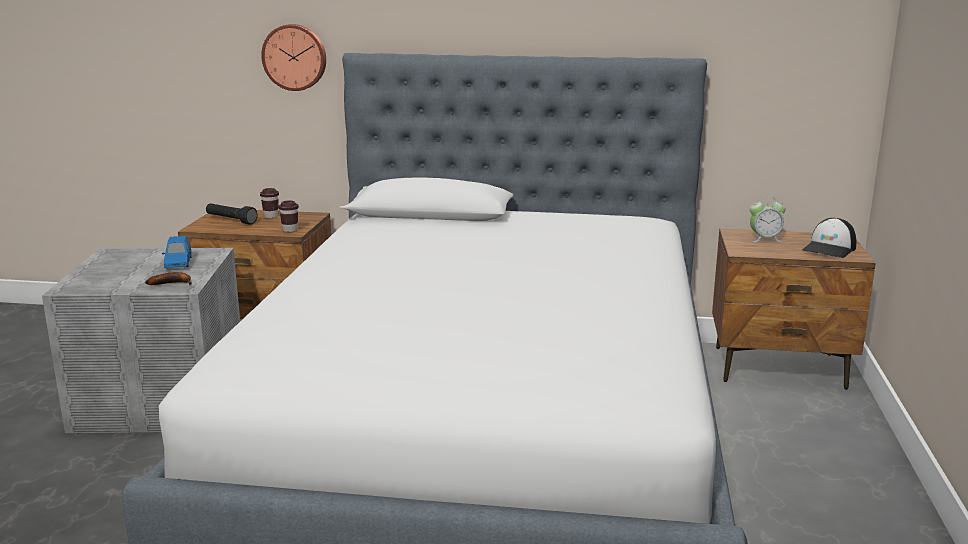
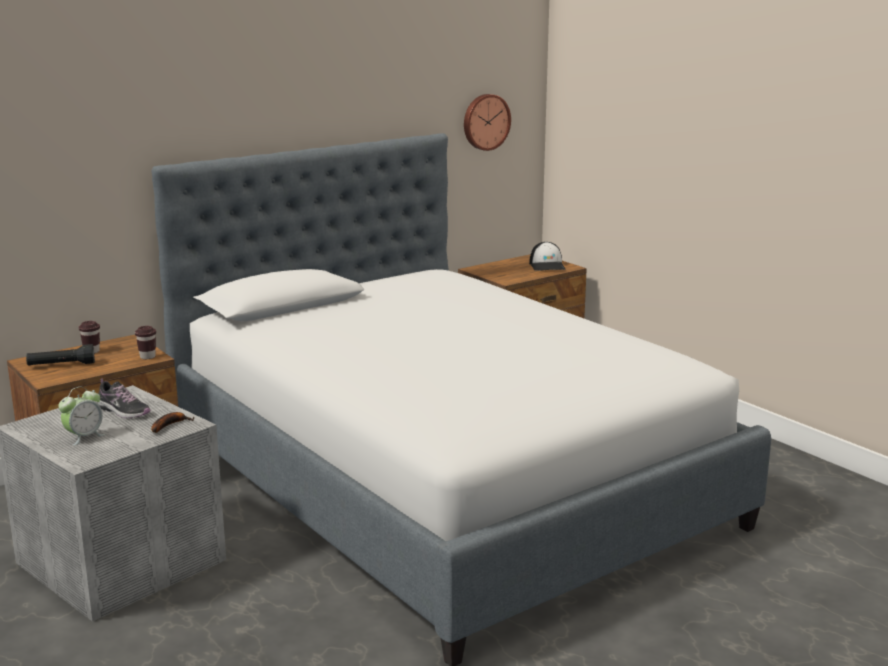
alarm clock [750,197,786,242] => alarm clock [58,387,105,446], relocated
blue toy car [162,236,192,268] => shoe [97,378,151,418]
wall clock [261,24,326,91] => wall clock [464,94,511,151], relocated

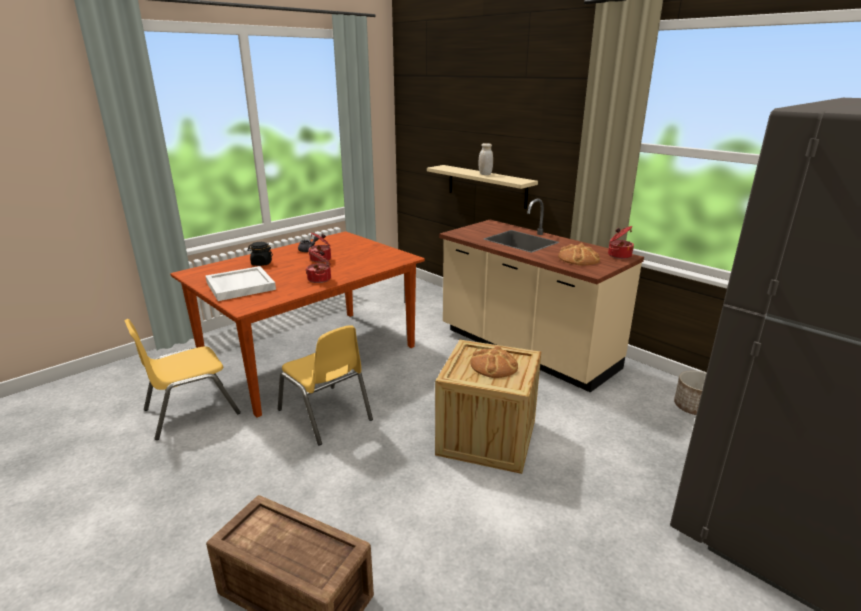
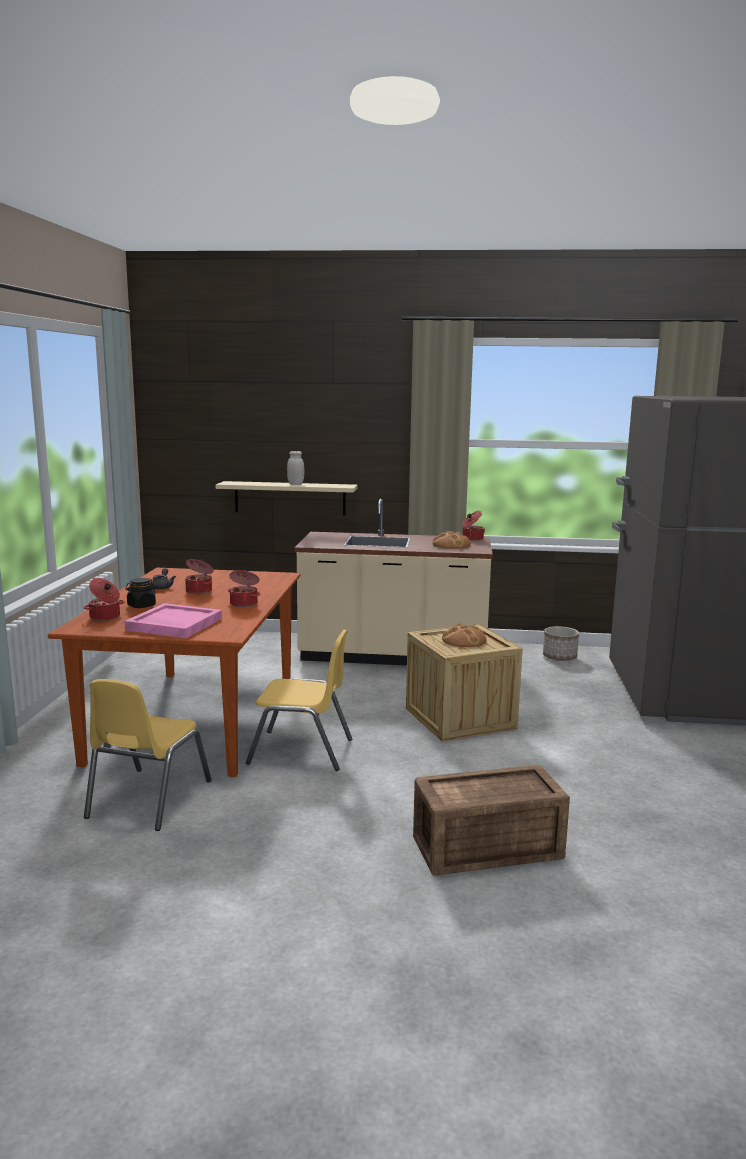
nothing => cooking pot [83,578,125,621]
white tray [206,266,276,301] => pink tray [124,603,222,638]

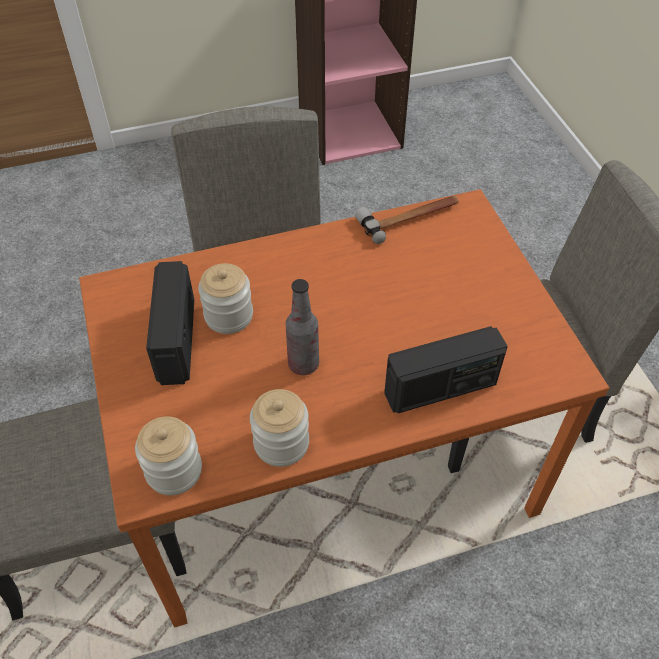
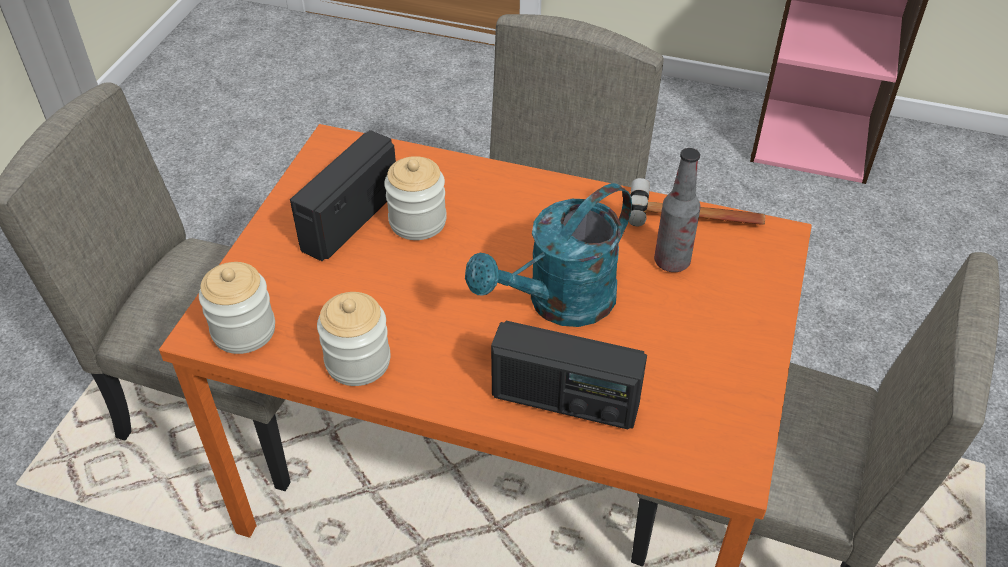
nothing => turquoise watering can [465,183,632,327]
bottle [286,279,319,375] => bottle [654,148,701,272], relocated

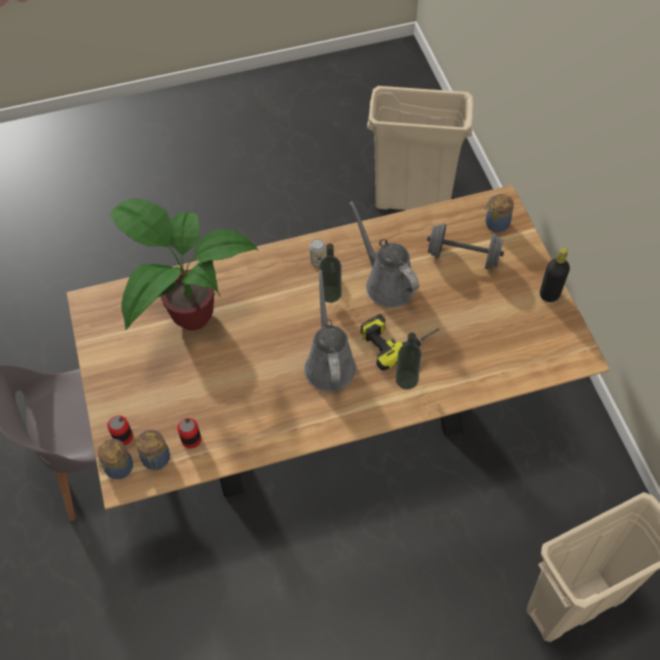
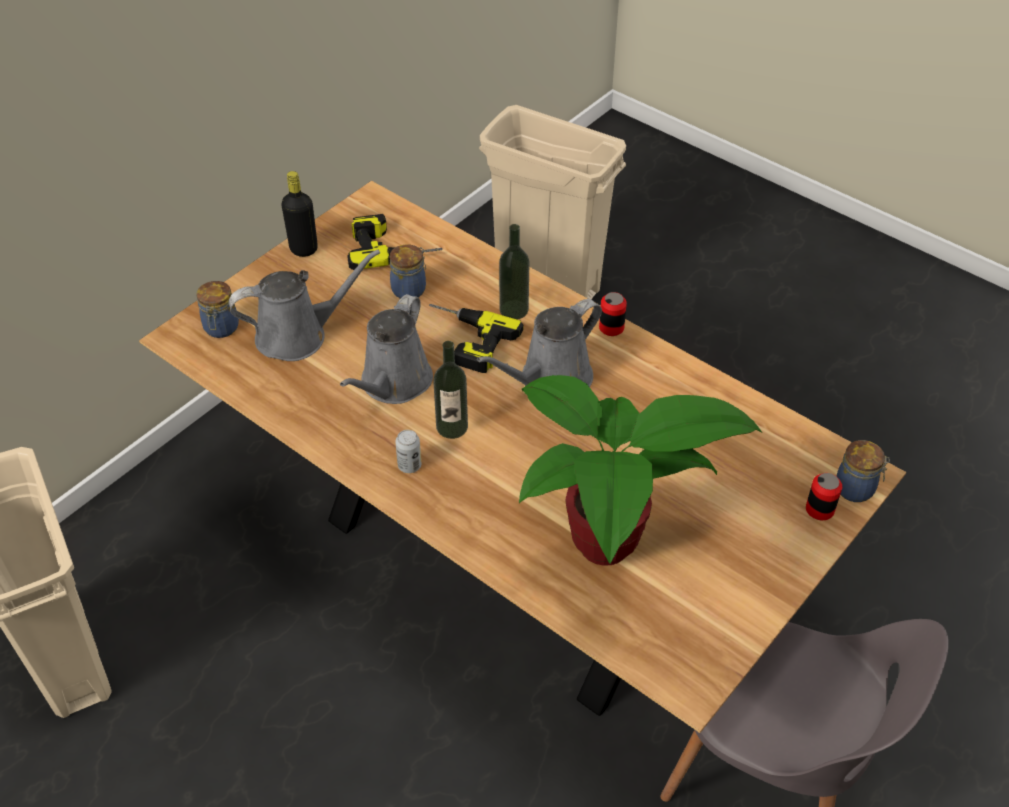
grey dumbbell [427,223,504,269] => grey watering can [229,250,380,361]
nothing => power drill [347,214,443,270]
jar [136,430,170,470] => jar [390,244,426,298], relocated
can [177,418,201,448] => can [599,292,627,336], relocated

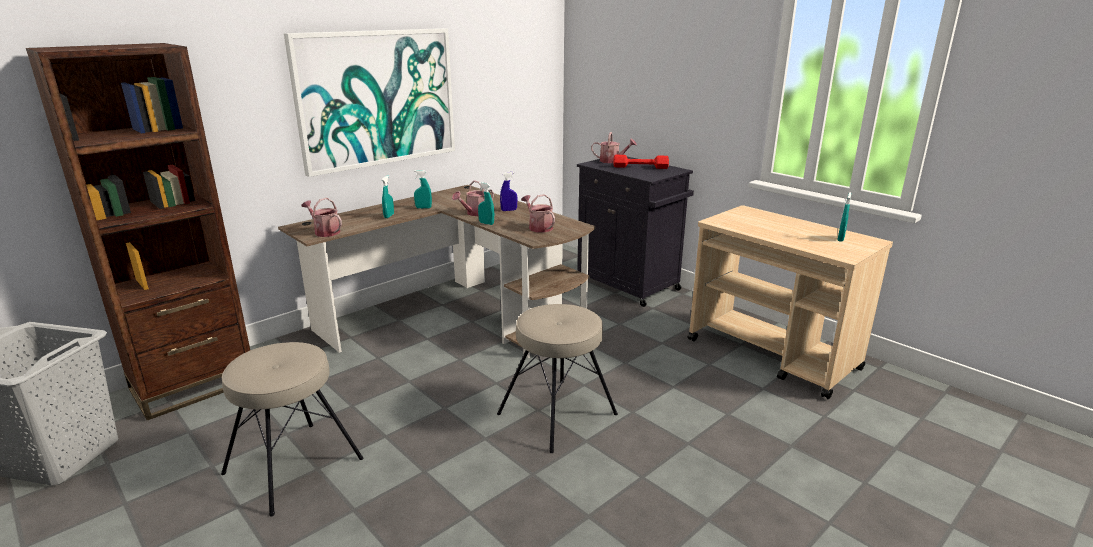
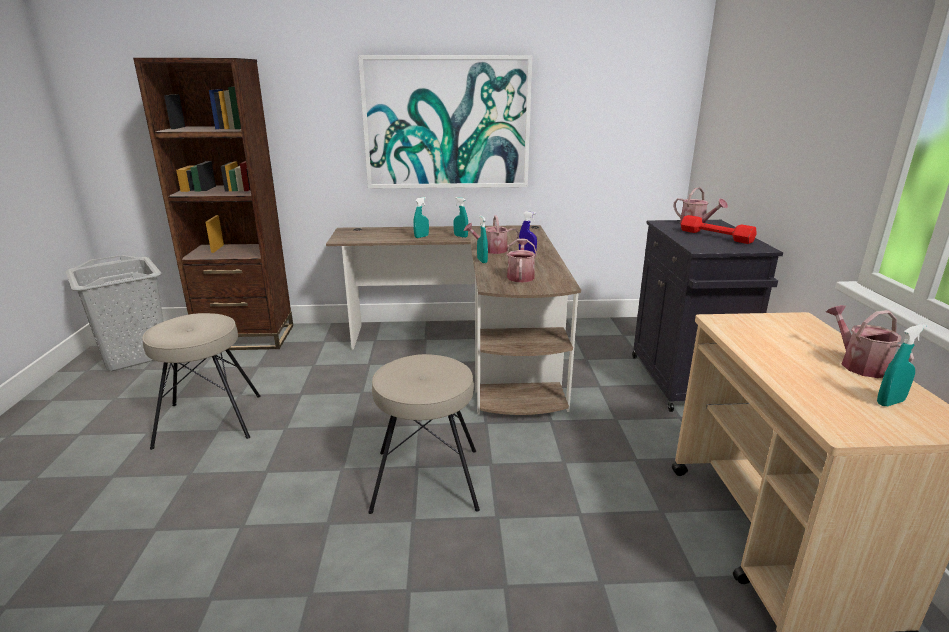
watering can [302,198,342,237] => watering can [826,305,914,378], relocated

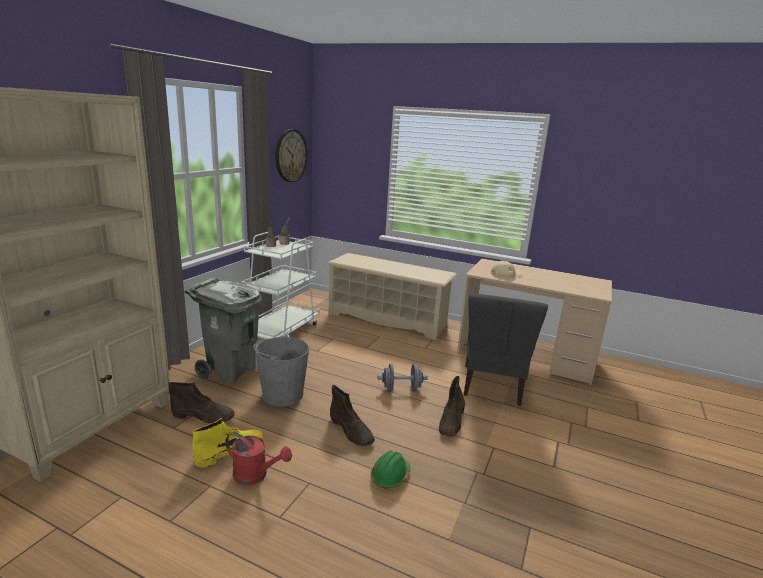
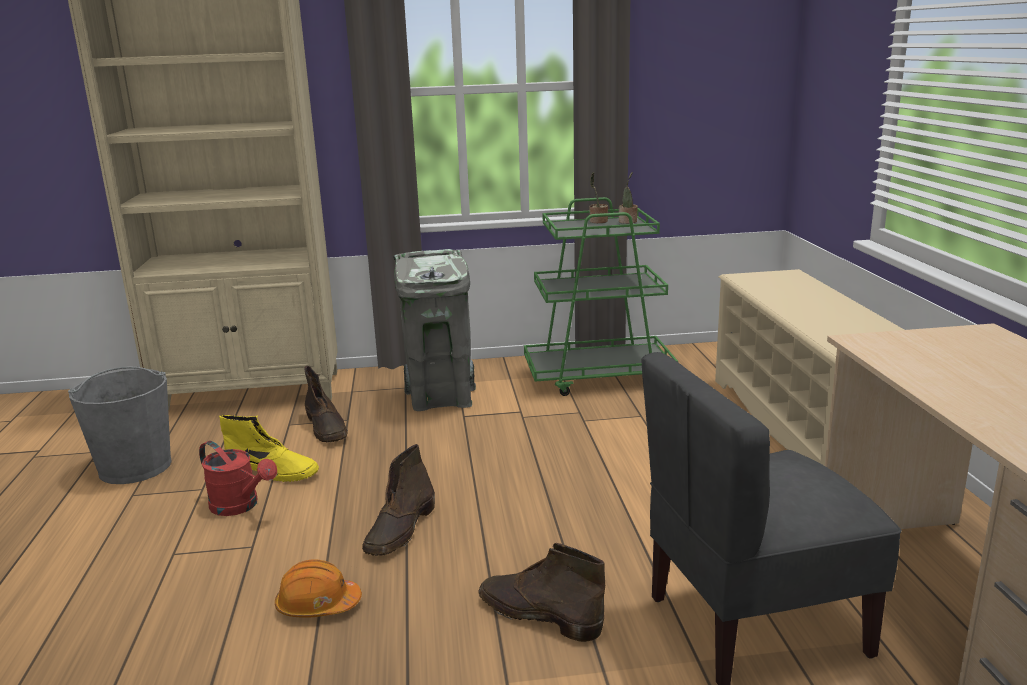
grey bucket [253,334,309,407] => grey bucket [68,366,172,484], relocated
red watering can [225,432,292,485] => red watering can [199,441,277,516], 45 degrees counterclockwise
green hard hat [370,451,410,489] => orange hard hat [275,559,362,618]
brown boot [439,376,465,437] => brown boot [478,543,605,642], 45 degrees clockwise
white cart [241,232,320,339] => green cart [524,197,678,396]
wall clock [275,129,308,182] => nothing
grey dumbbell [378,364,428,391] => nothing
beige cap [491,261,524,278] => nothing

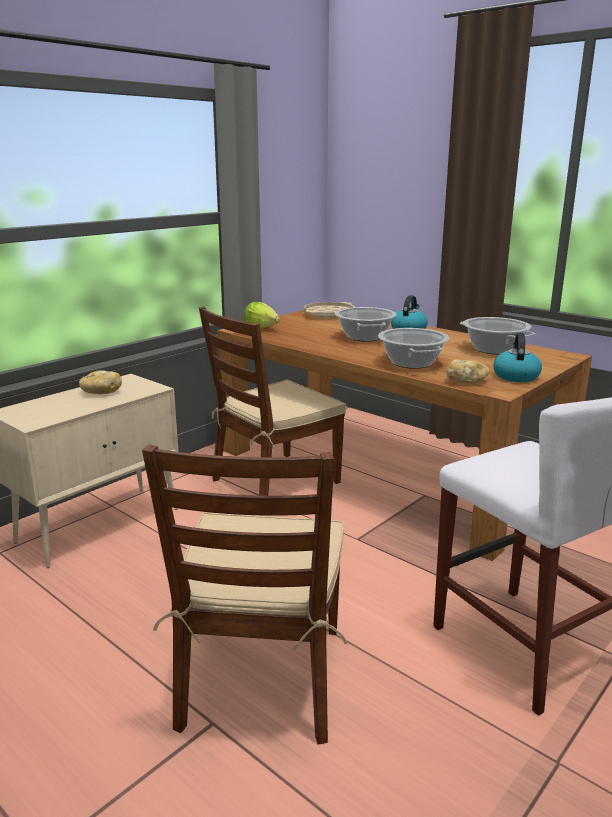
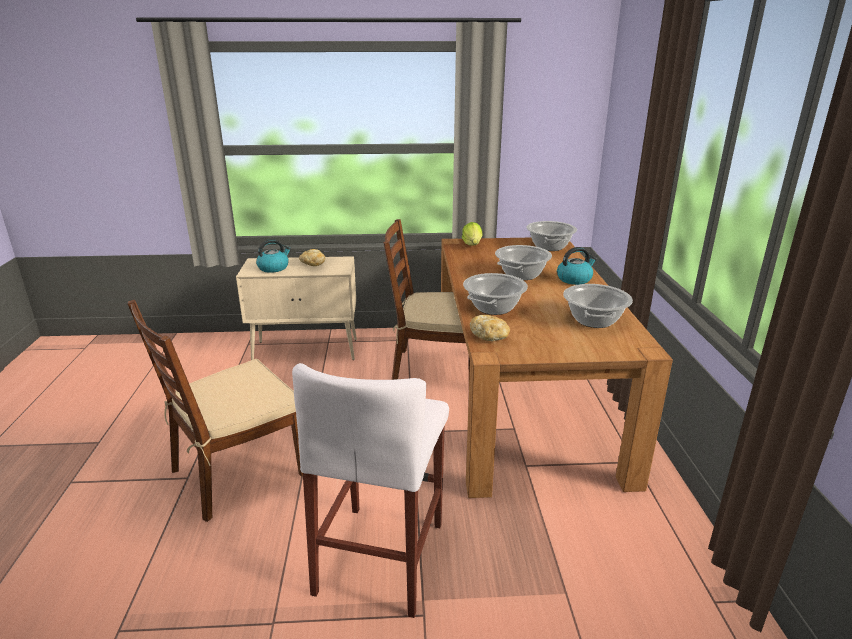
kettle [493,333,542,382] => kettle [256,239,291,273], relocated
beige tray [304,302,355,319] => cooking pot [526,221,577,251]

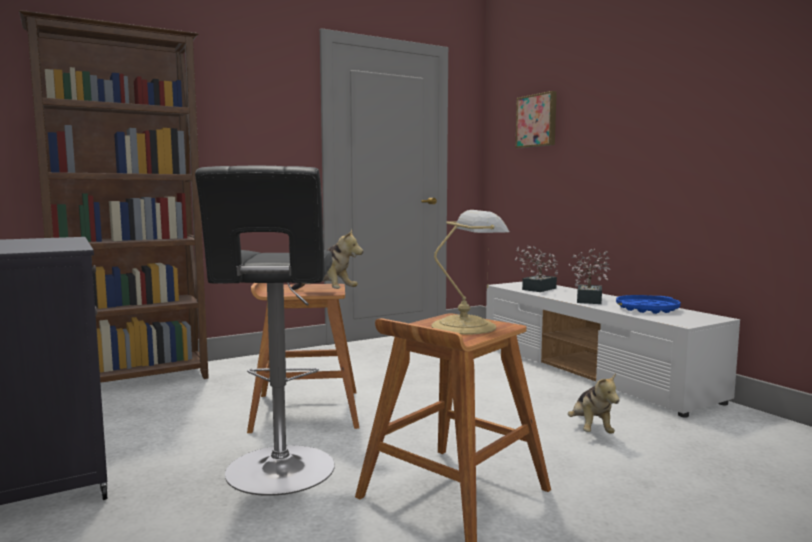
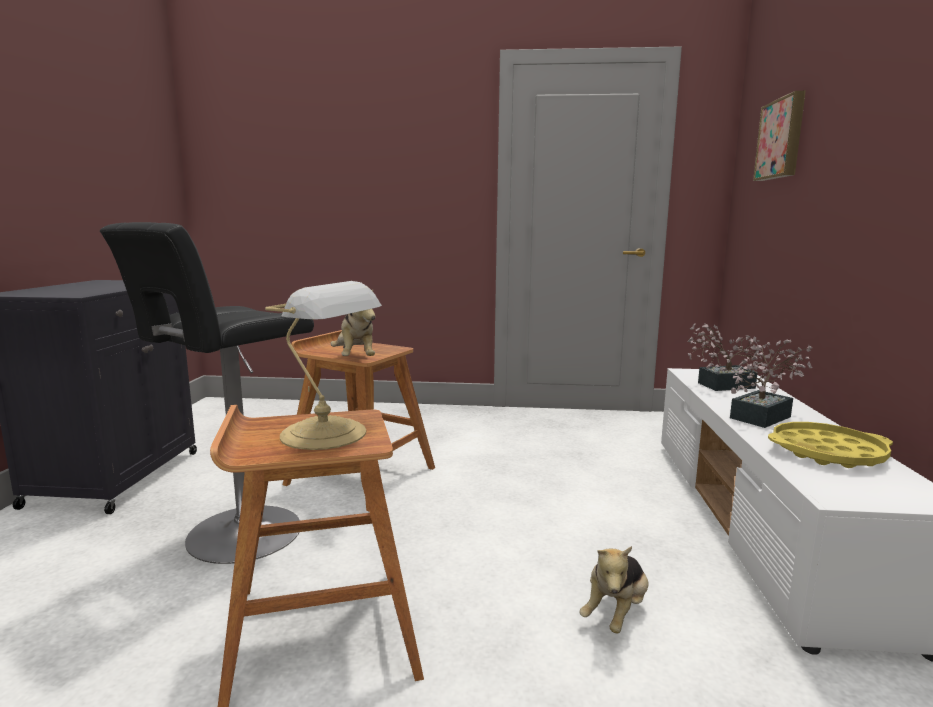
blue tray [616,295,681,314] => yellow tray [768,422,893,468]
brown bookcase [19,10,209,383] => nothing

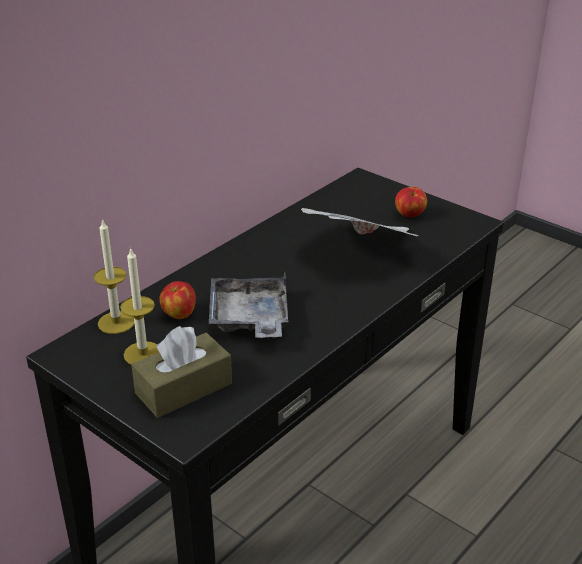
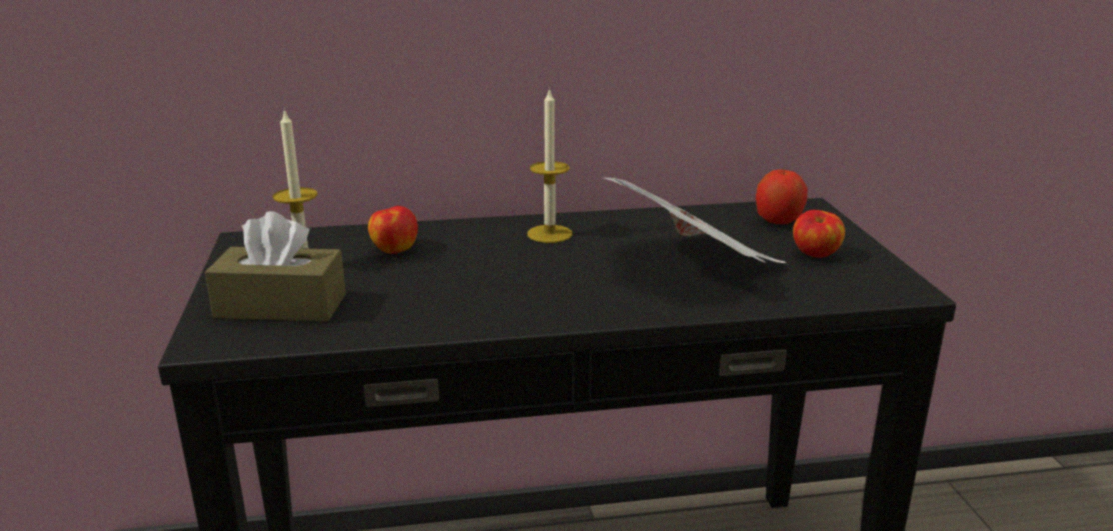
candle [94,219,134,334] => candle [528,87,572,243], relocated
nothing => apple [756,169,808,224]
grey tray [209,273,288,338] => nothing

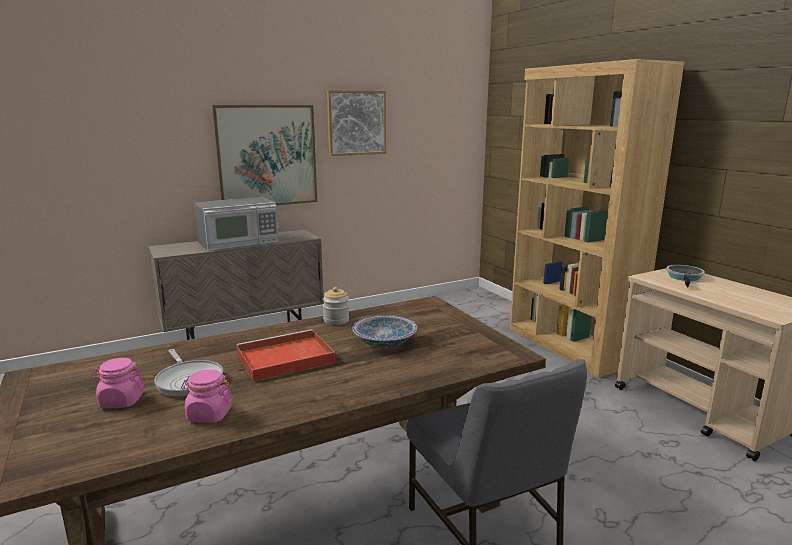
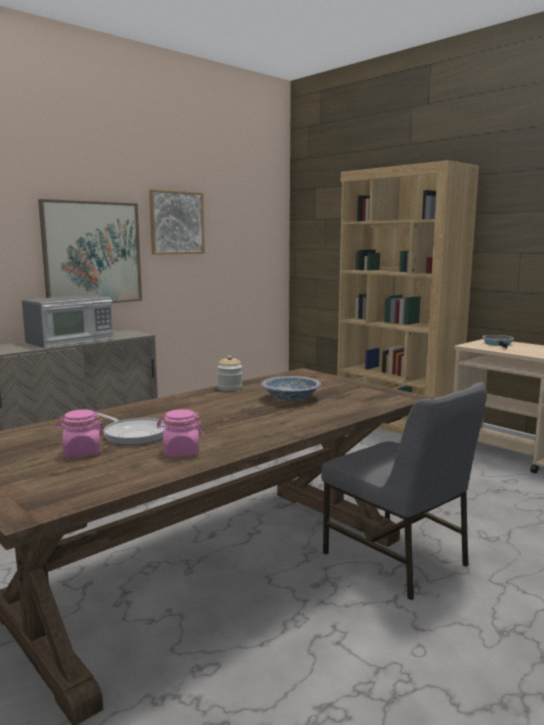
red tray [236,329,335,382] => nothing

